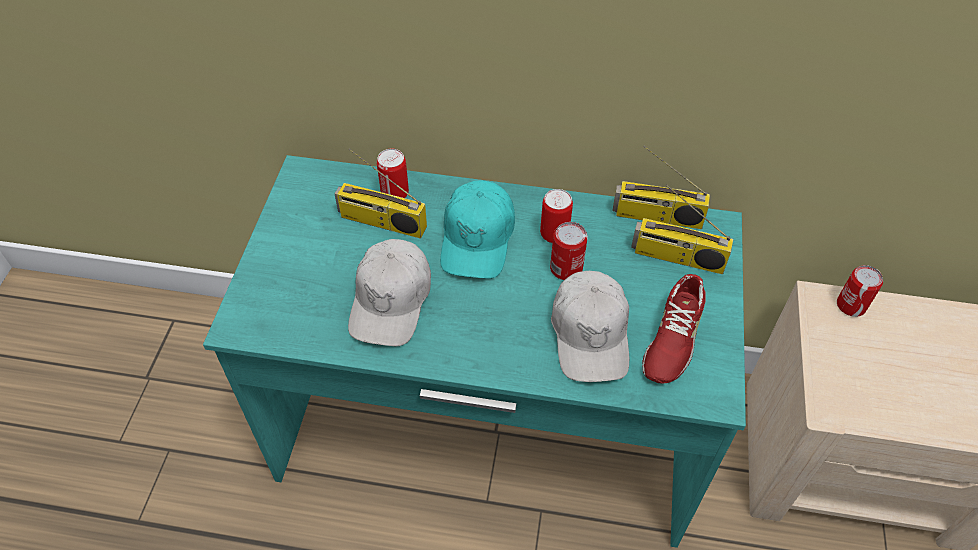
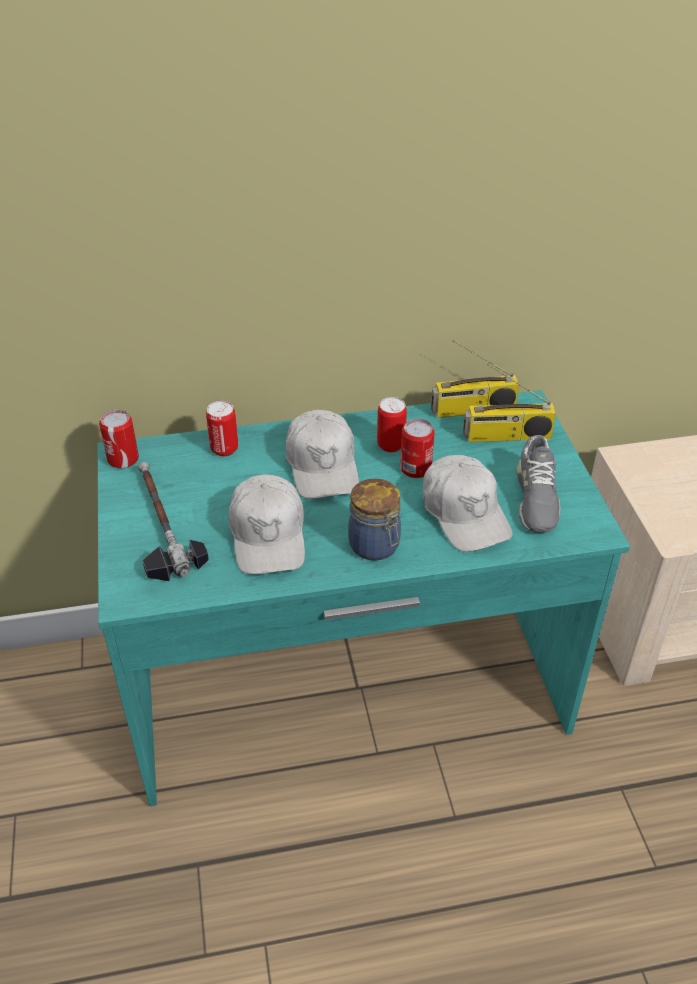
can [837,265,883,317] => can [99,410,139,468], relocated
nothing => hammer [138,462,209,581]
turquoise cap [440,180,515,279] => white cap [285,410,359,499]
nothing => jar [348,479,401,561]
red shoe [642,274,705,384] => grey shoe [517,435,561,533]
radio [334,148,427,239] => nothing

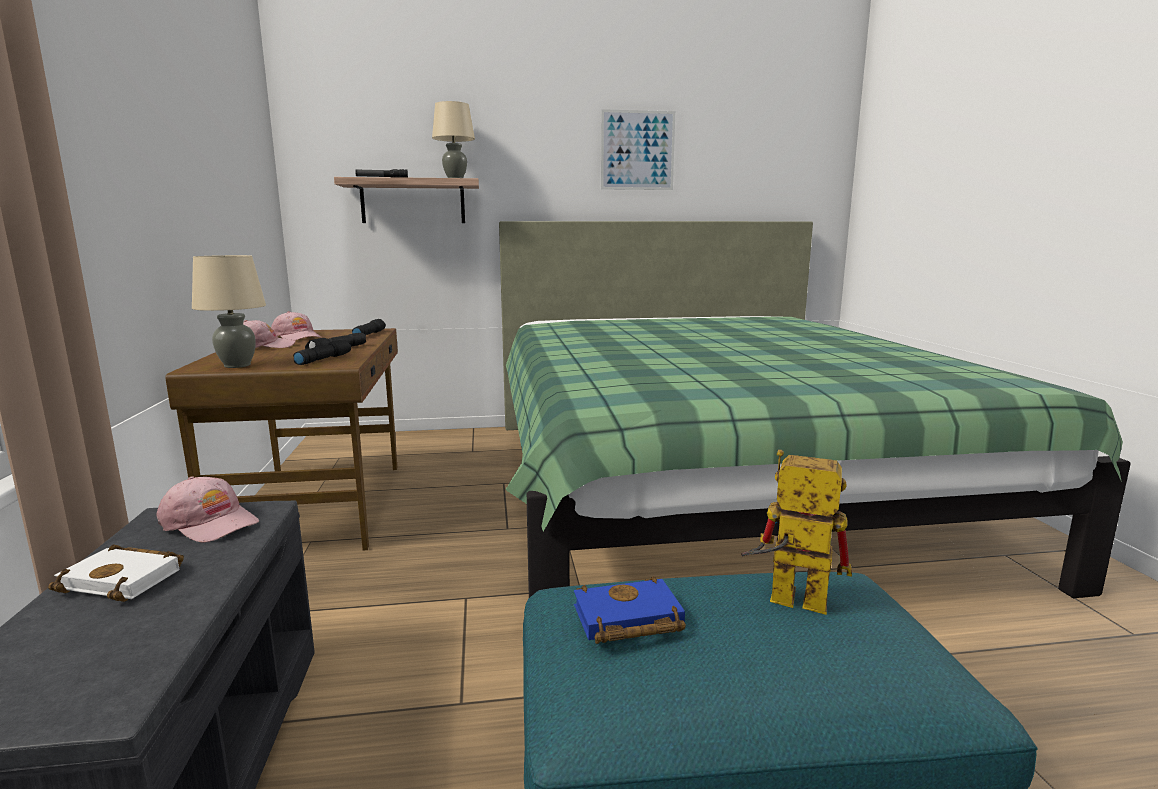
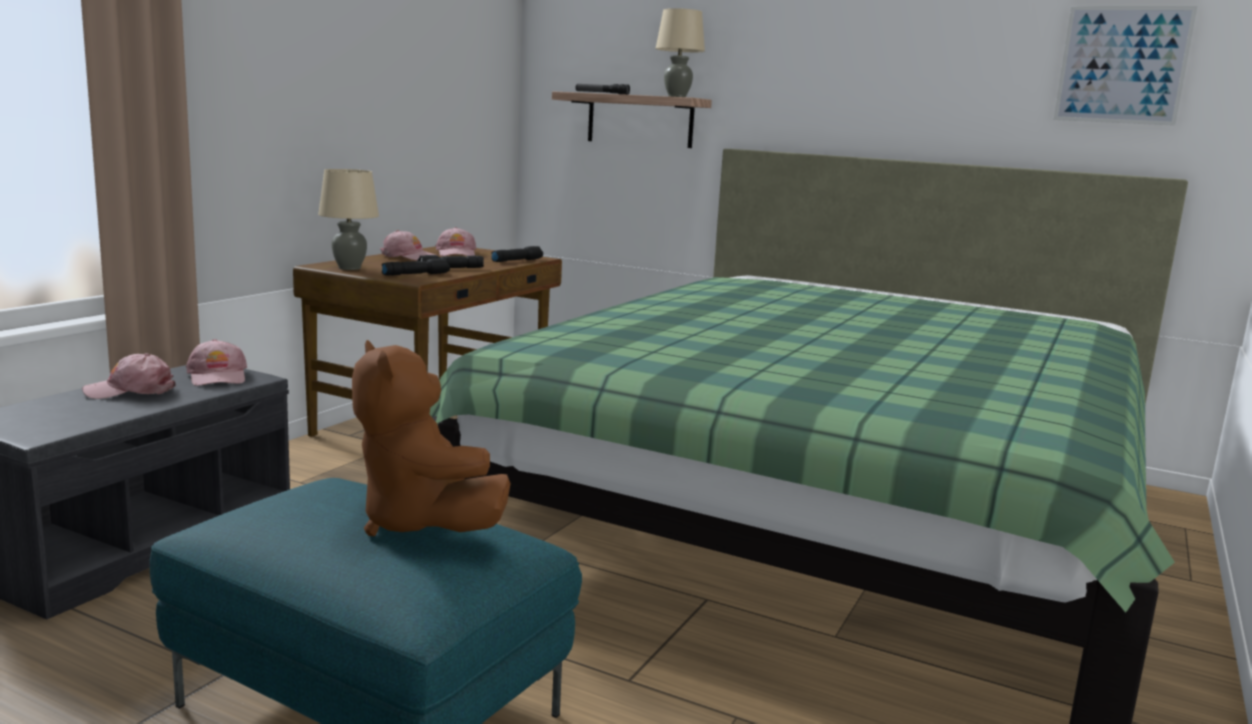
white book [48,544,184,602] => pink cap [82,353,176,399]
toy robot [741,450,852,615] => brown plush toy [352,340,511,536]
picture [601,109,675,190] => picture [1054,6,1197,126], relocated
blue book [574,576,686,644] => nothing

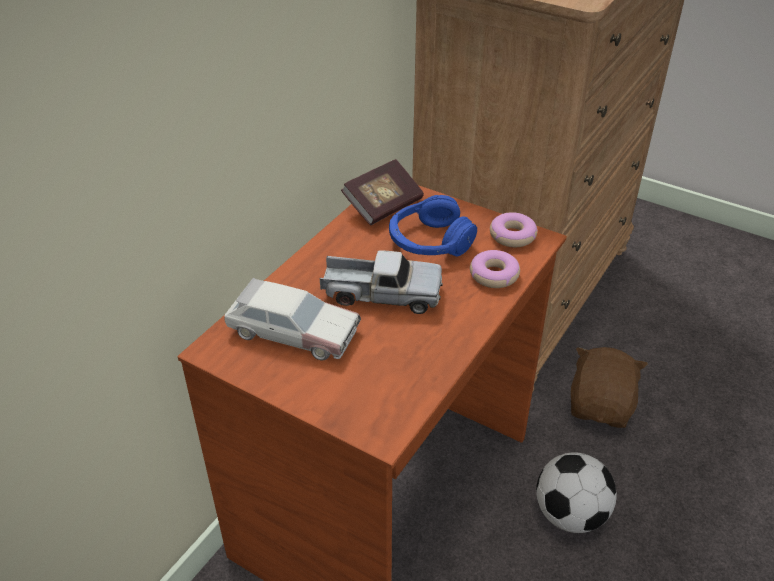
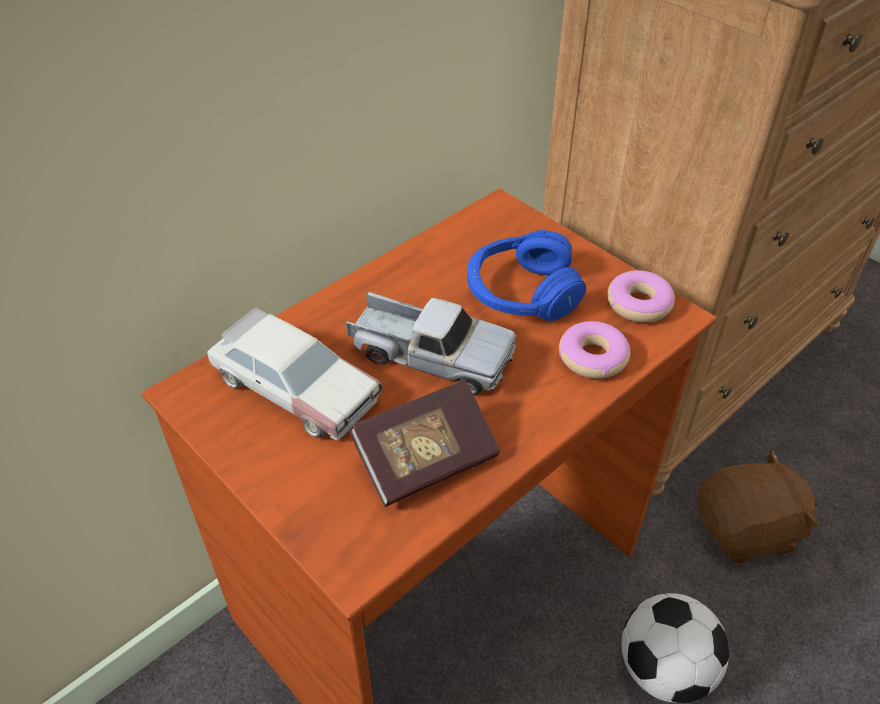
book [341,159,424,225] => book [349,380,500,507], relocated
brown plush toy [571,347,648,428] => brown plush toy [697,450,818,564], 45 degrees clockwise

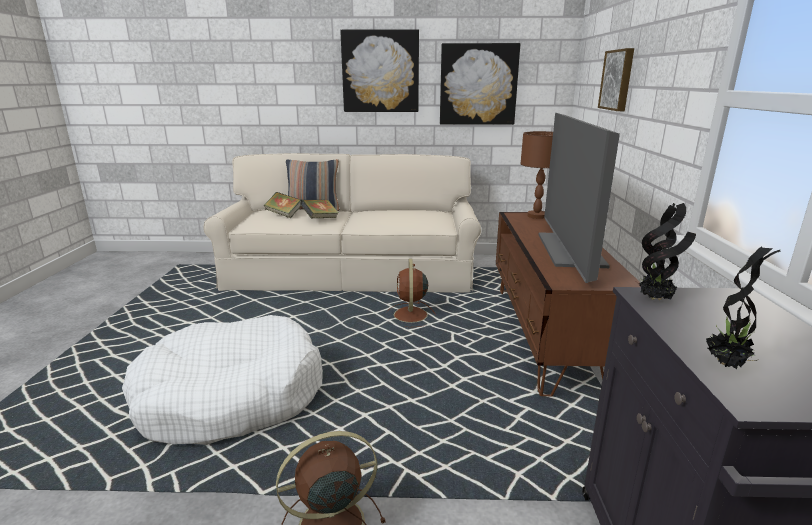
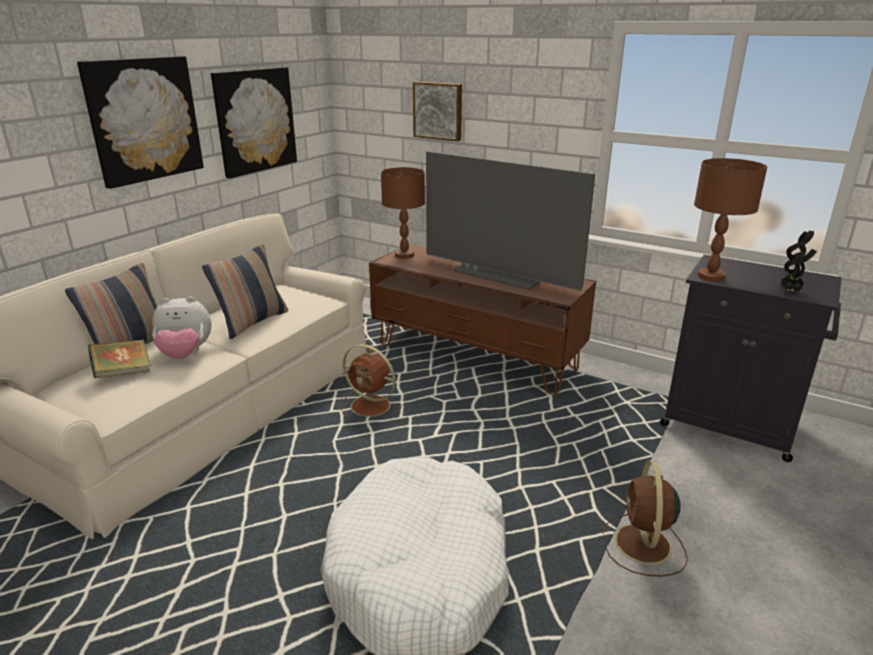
book [300,200,339,218] => plush toy [152,296,212,359]
nothing => pillow [202,244,288,339]
potted plant [639,203,696,301] => brown table lamp [694,158,767,282]

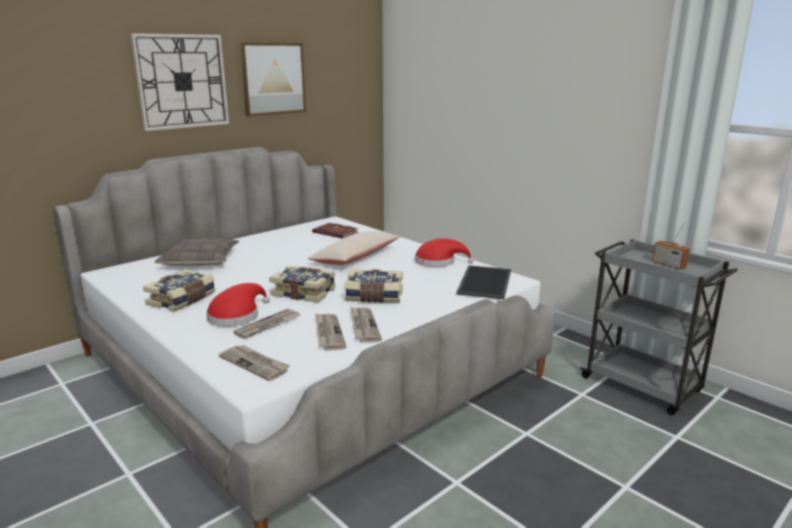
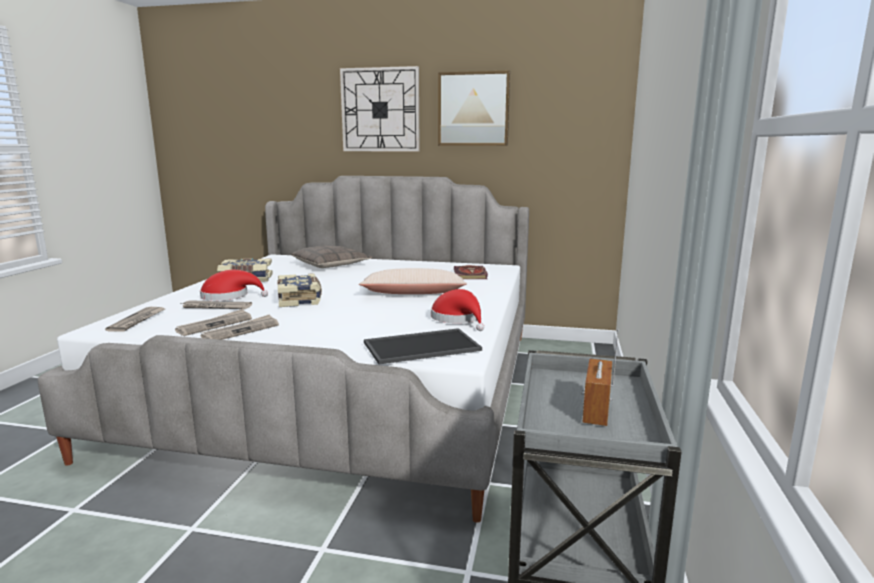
book [344,269,403,303] => nothing

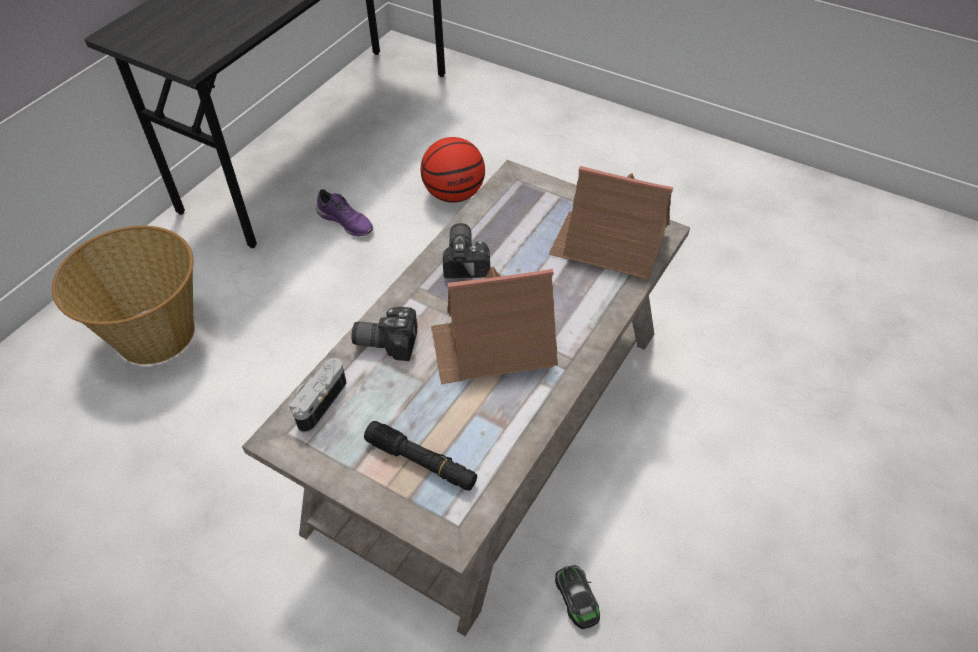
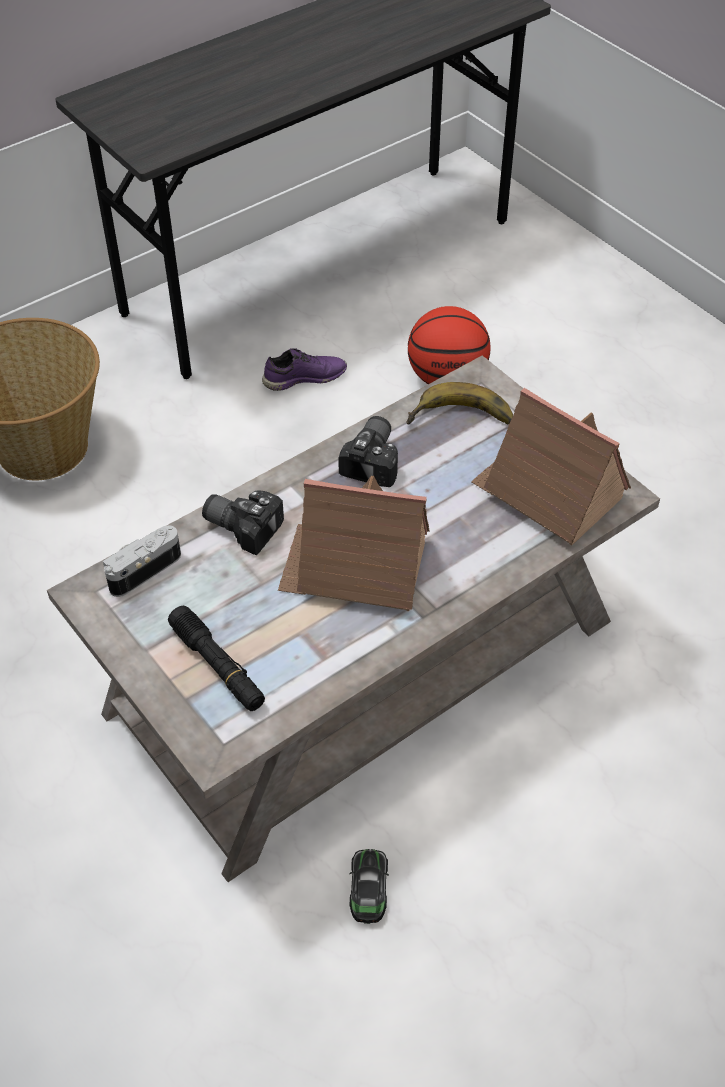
purple shoe [316,189,373,236] => purple shoe [262,348,347,391], 75 degrees counterclockwise
nothing => banana [407,382,513,425]

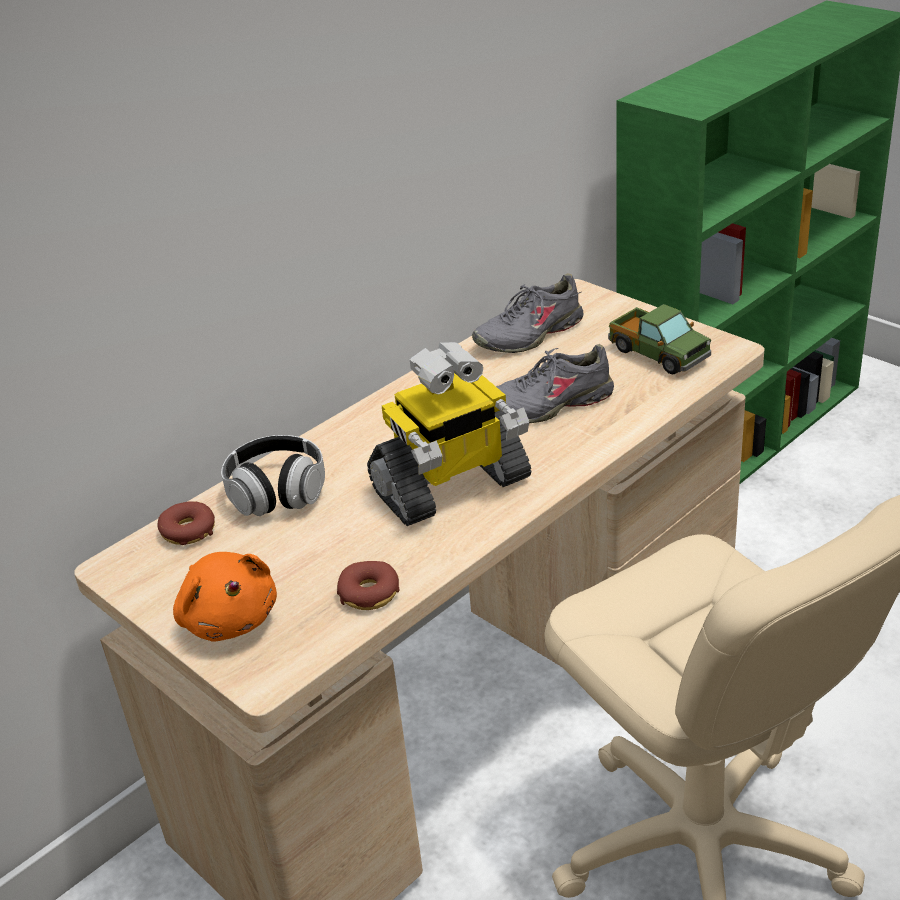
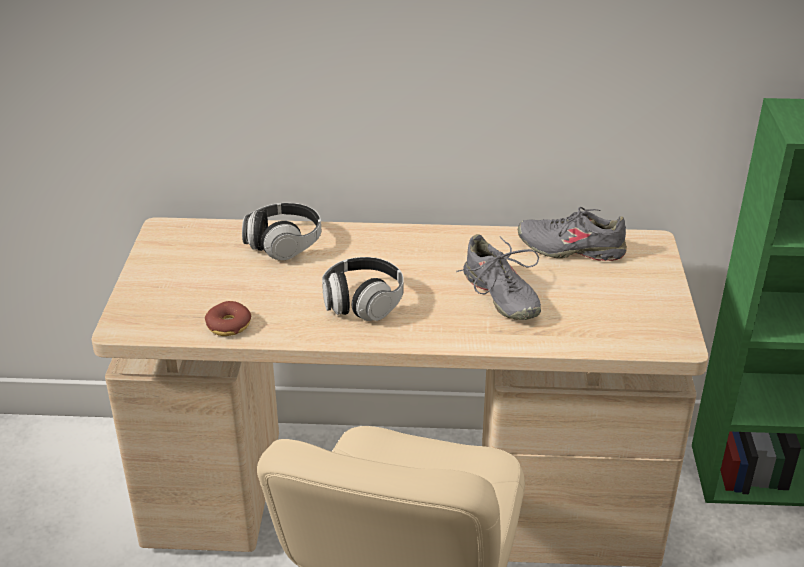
toy robot [367,342,531,526] => headphones [322,257,404,321]
grey shoe [496,344,614,423] => grey shoe [456,234,541,320], 150 degrees counterclockwise
donut [157,501,215,545] => nothing
orange plush toy [173,552,277,642] => nothing
toy truck [608,304,711,374] => nothing

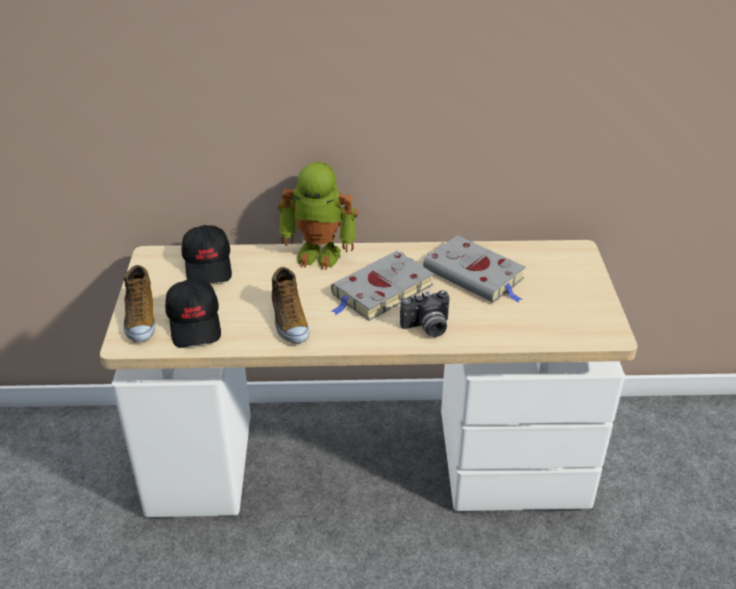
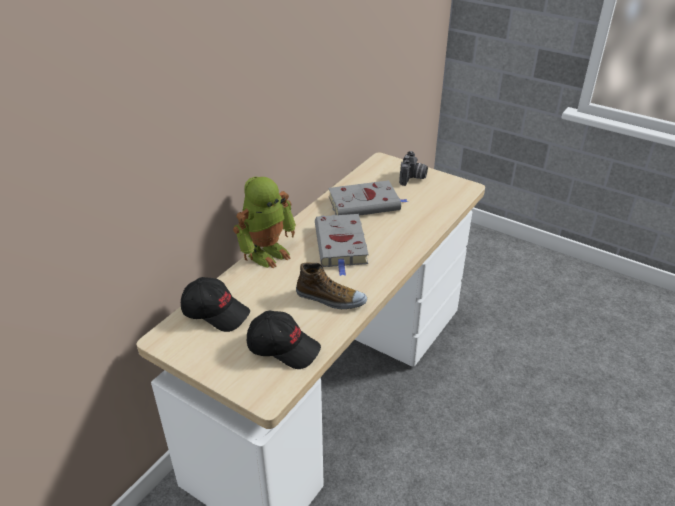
photo camera [400,290,450,337] => photo camera [399,151,428,186], relocated
shoe [124,265,155,342] => nothing

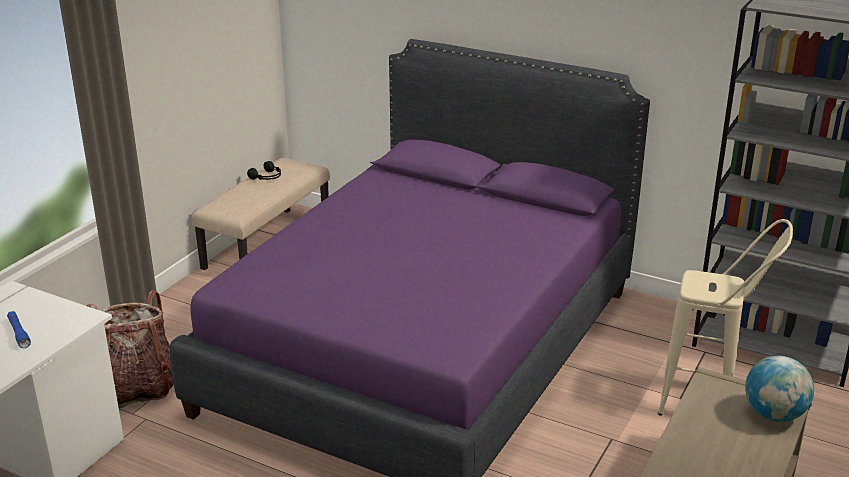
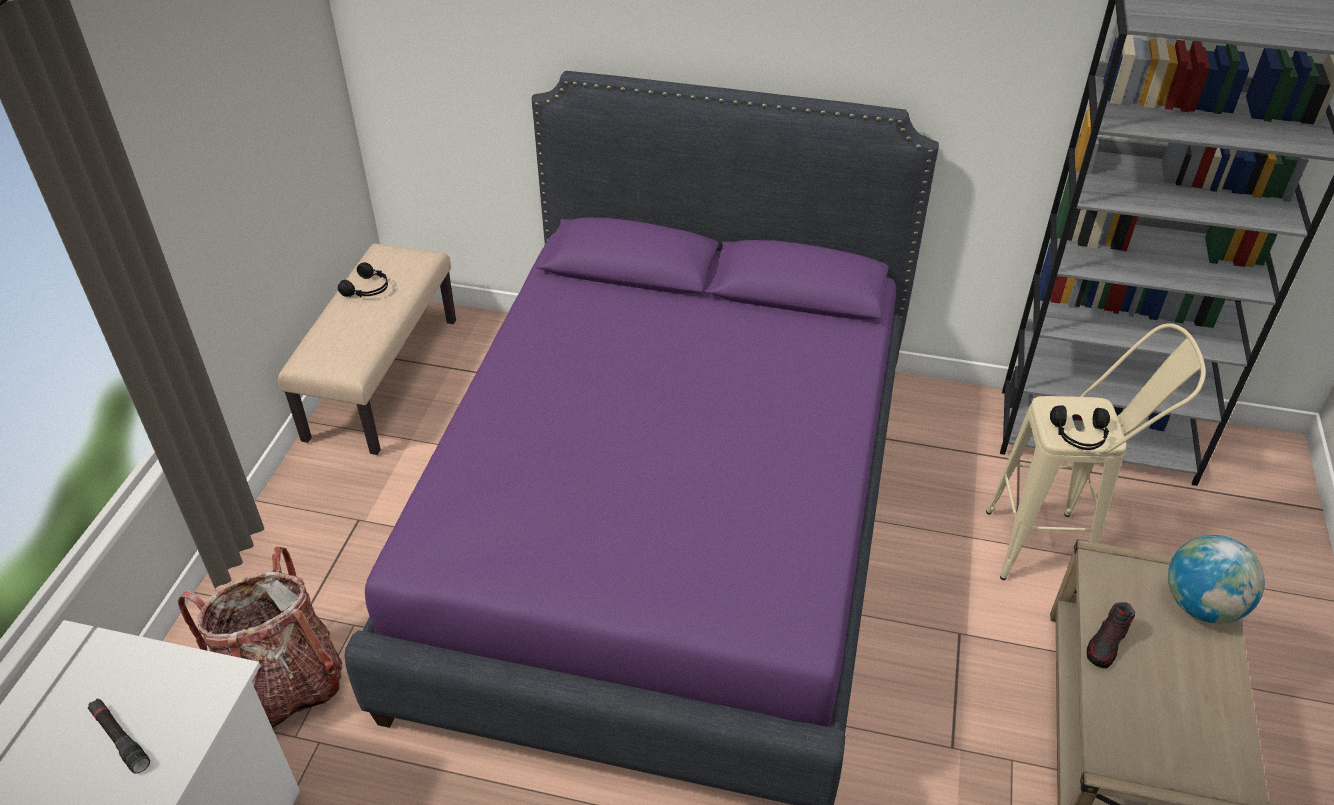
blue flashlight [7,311,31,348] => black flashlight [88,699,150,774]
nothing => black headphones [1050,405,1110,450]
nothing => shoe [1087,602,1135,668]

